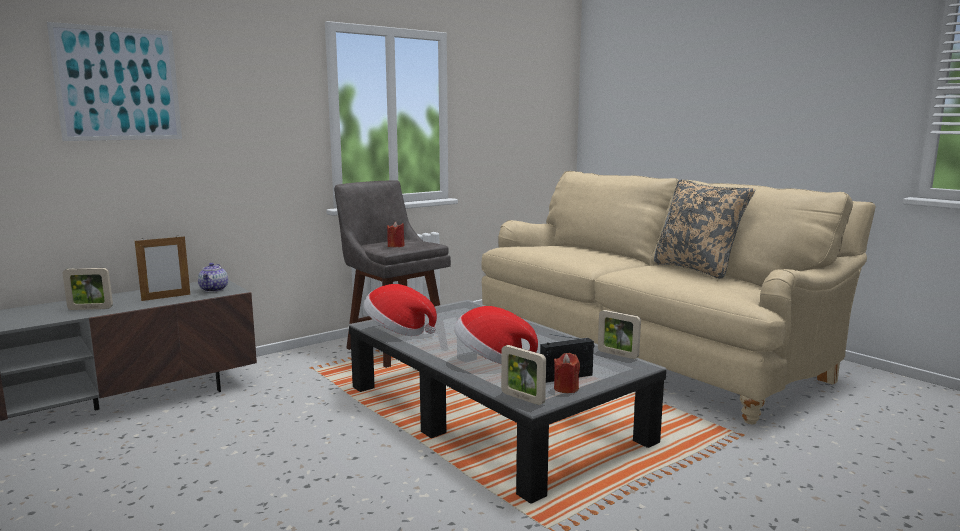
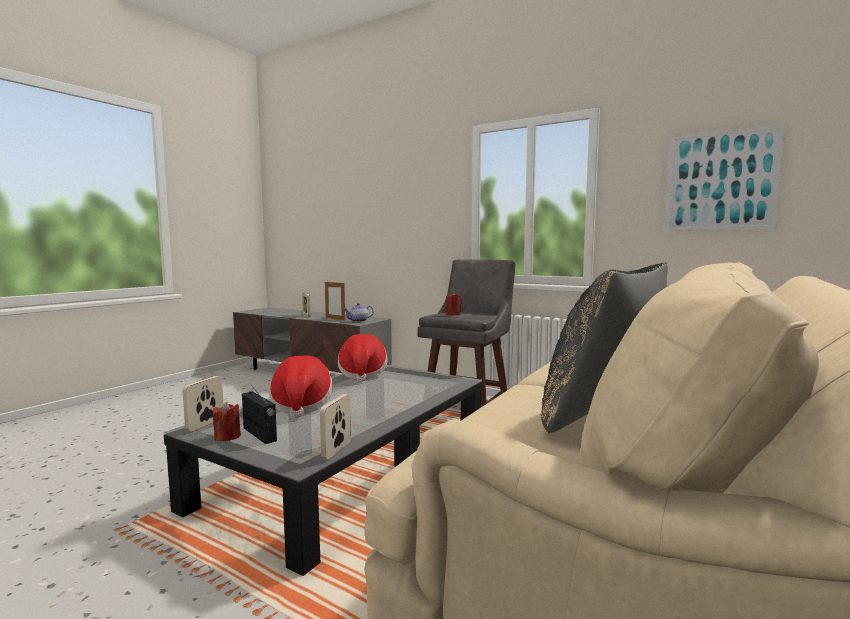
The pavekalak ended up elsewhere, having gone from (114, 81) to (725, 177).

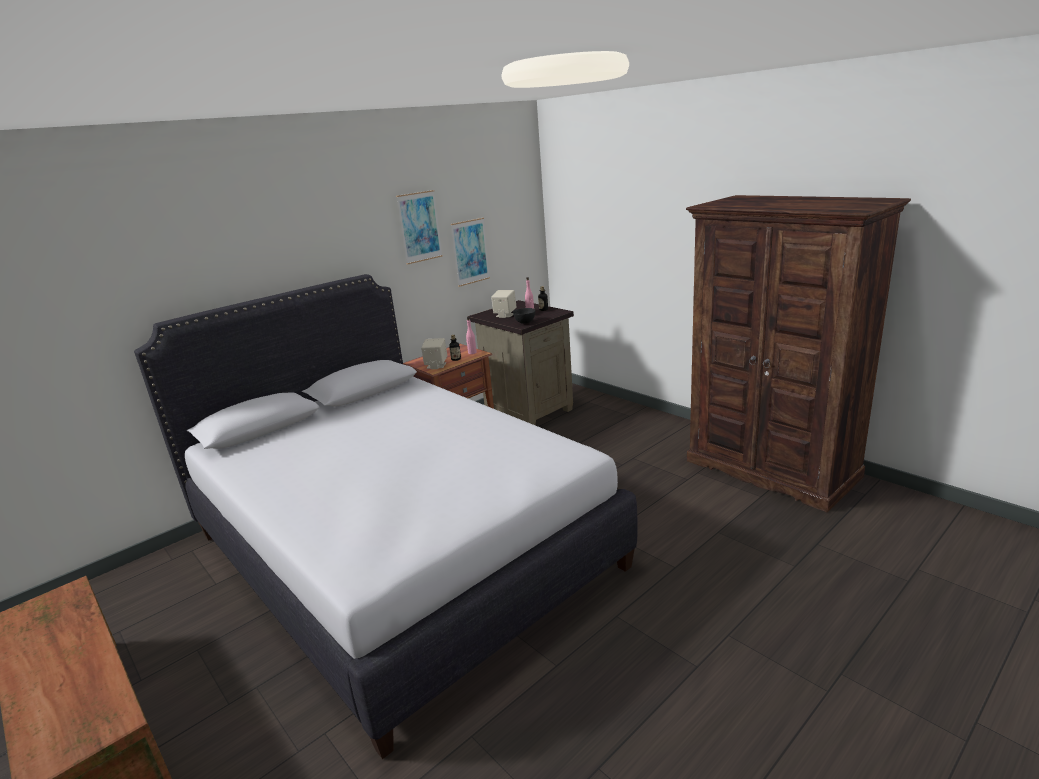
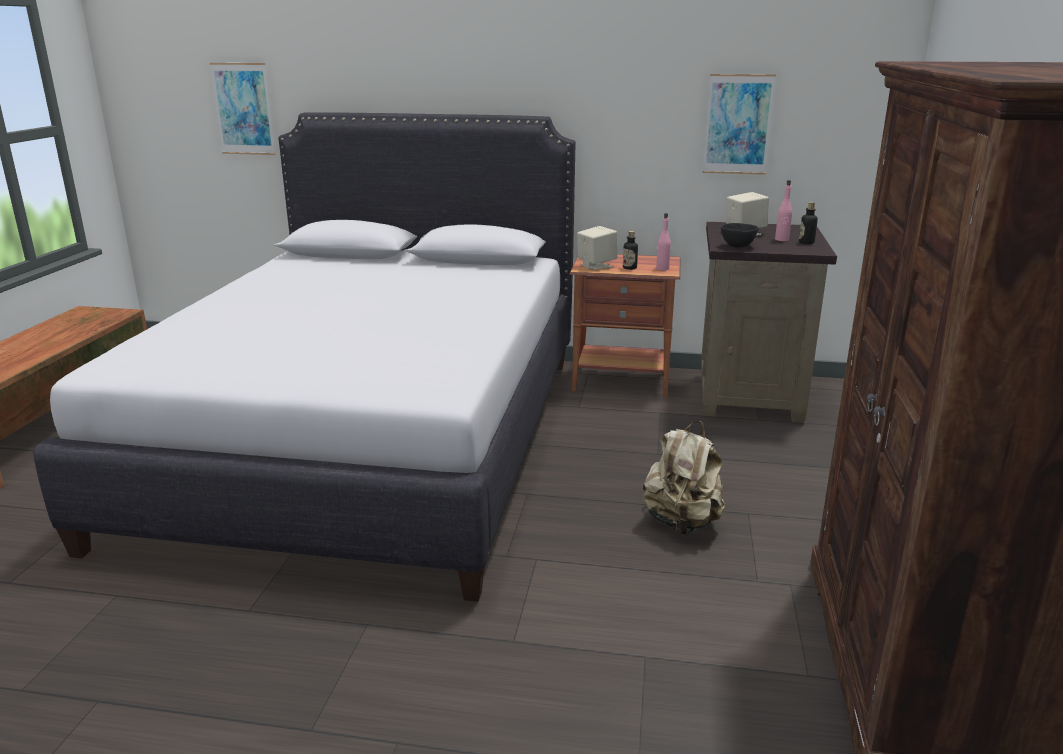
The pavekalak ended up elsewhere, having gone from (419, 227) to (243, 109).
The second view gained the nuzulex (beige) at (684, 478).

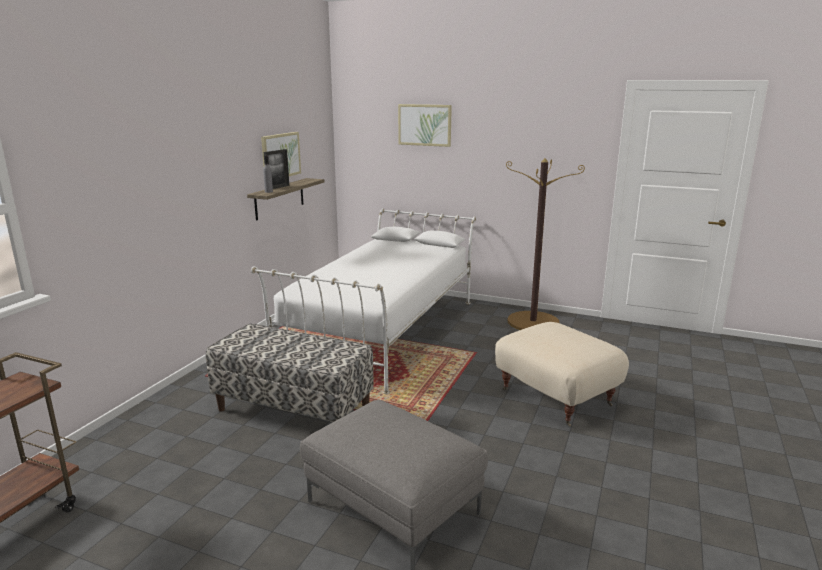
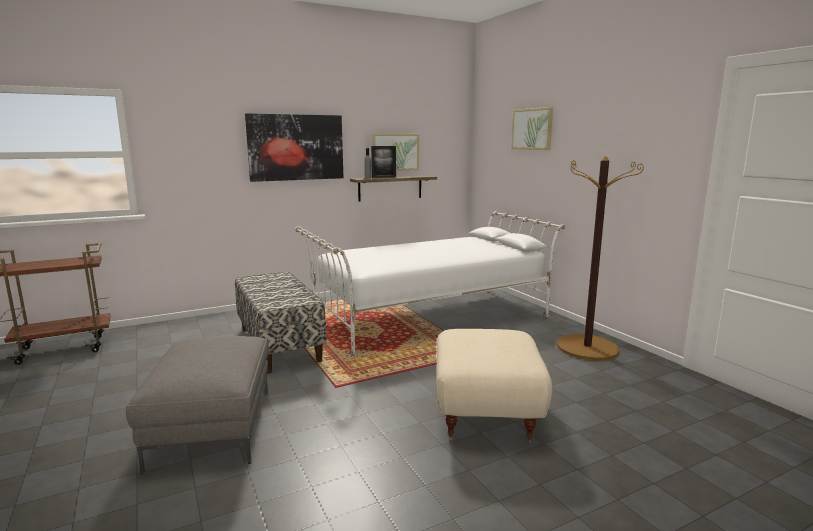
The second view gained the pavekalak at (294, 147).

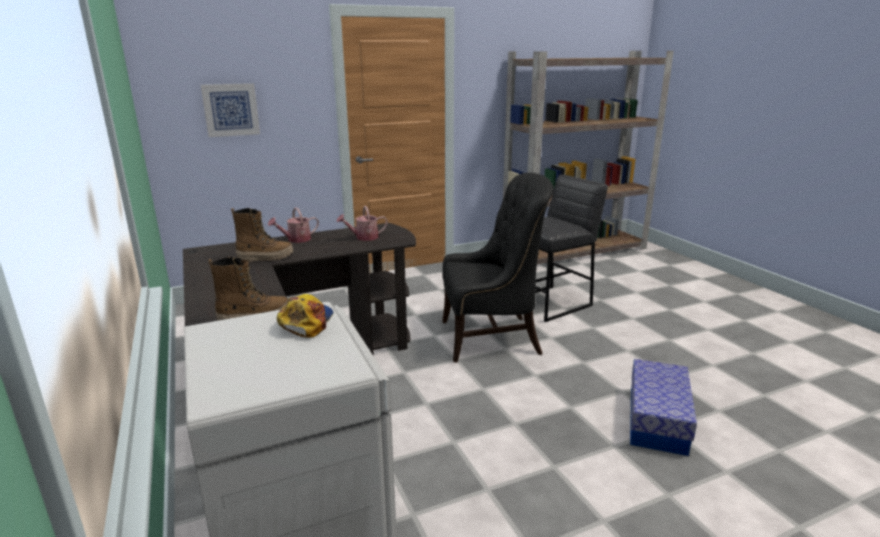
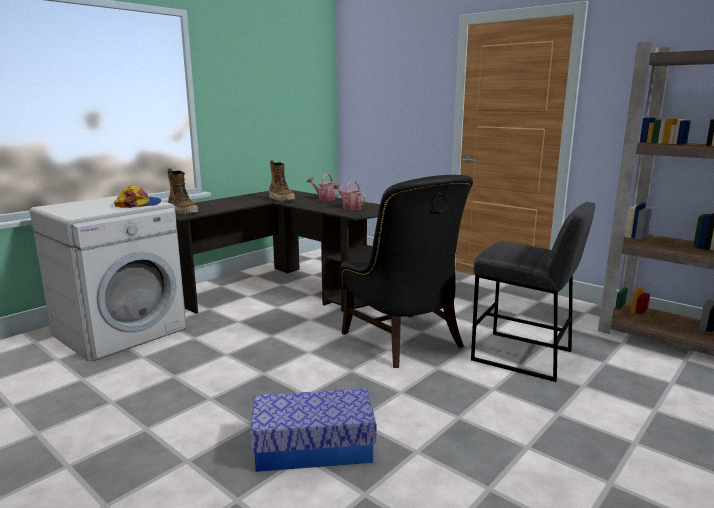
The second view lost the pavekalak at (230, 110).

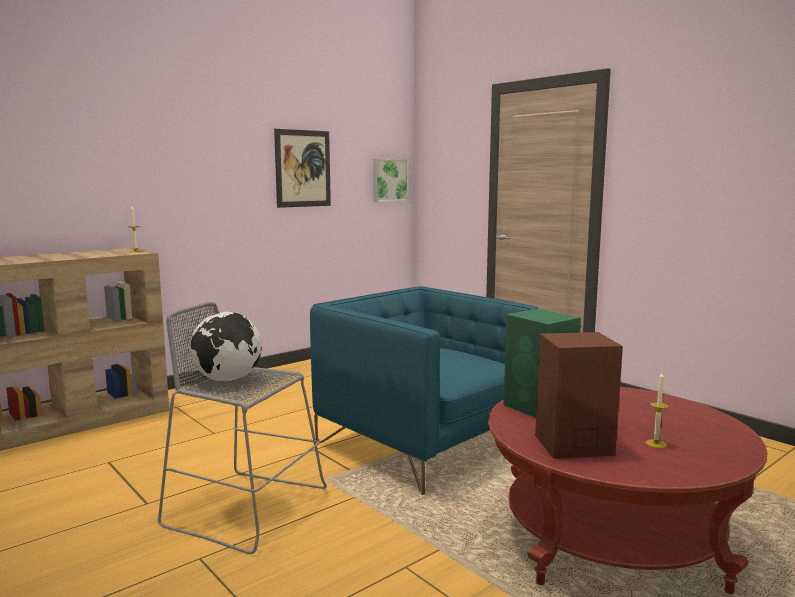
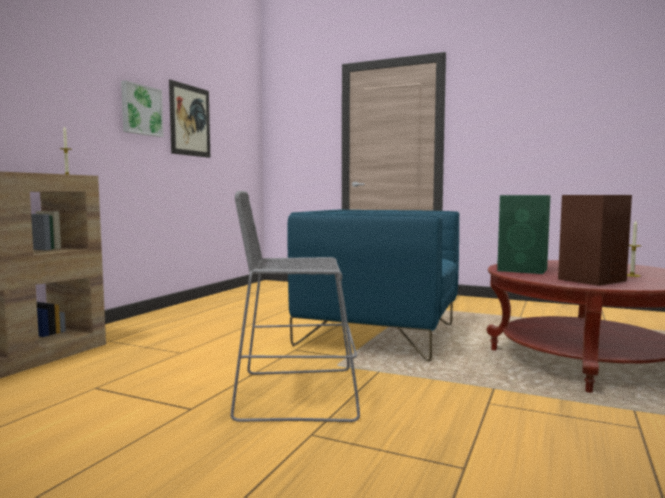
The pavekalak ended up elsewhere, having gone from (390, 180) to (142, 108).
The second view lost the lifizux at (226, 347).

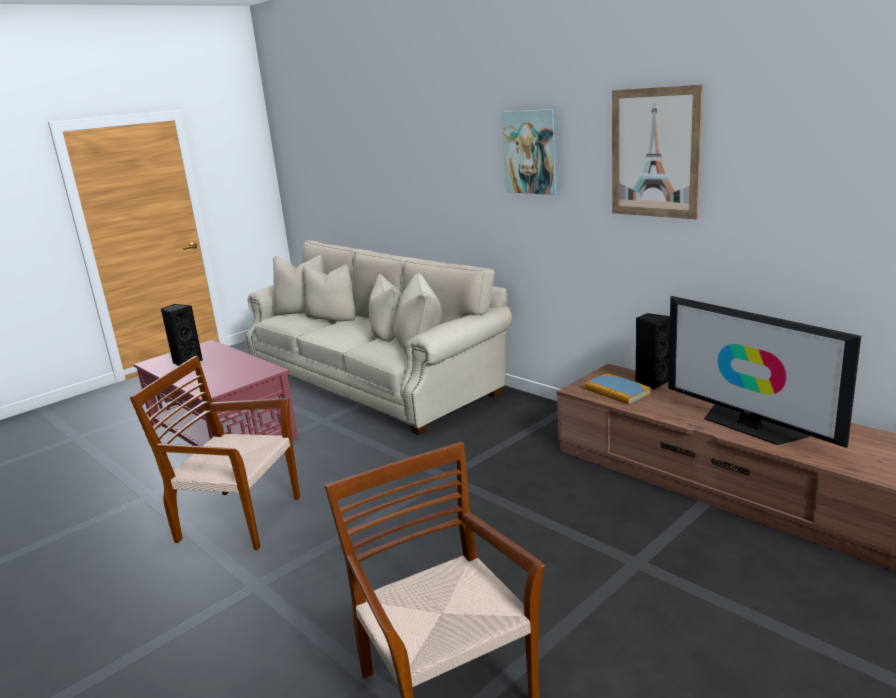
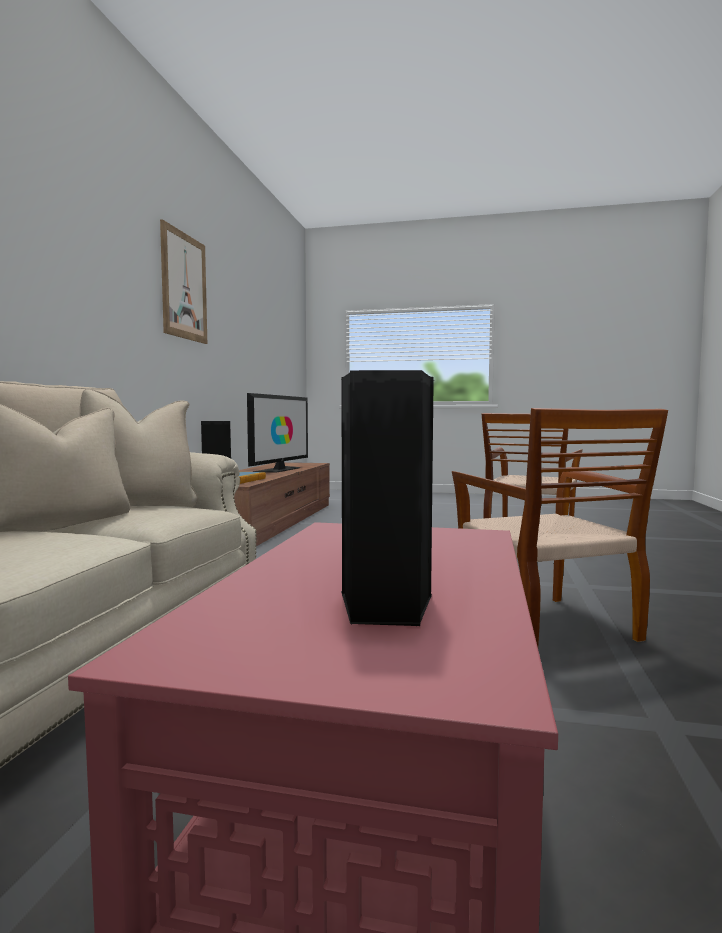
The second view lost the pavekalak at (530, 152).

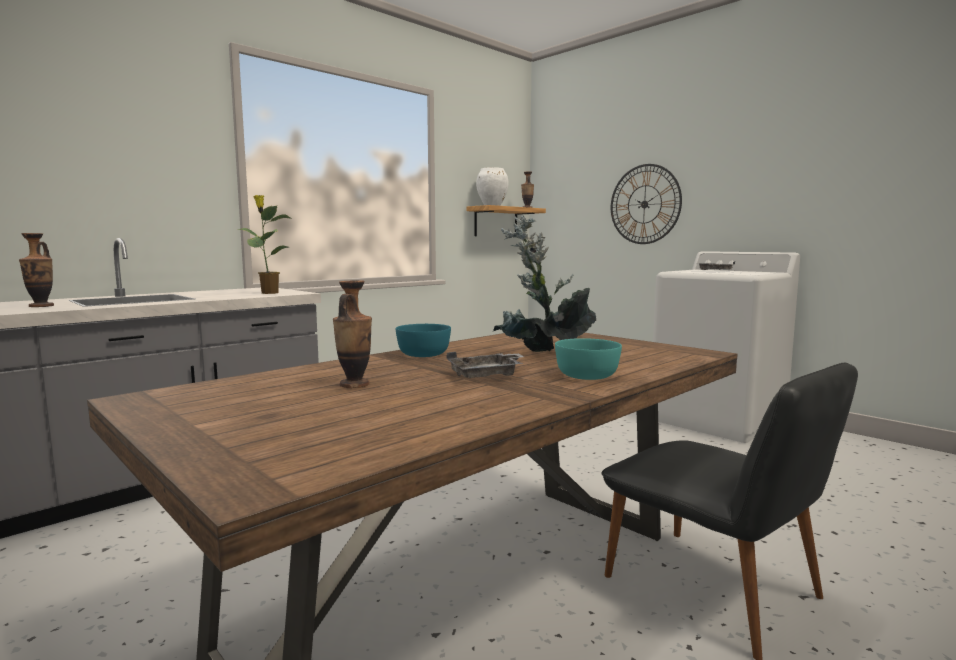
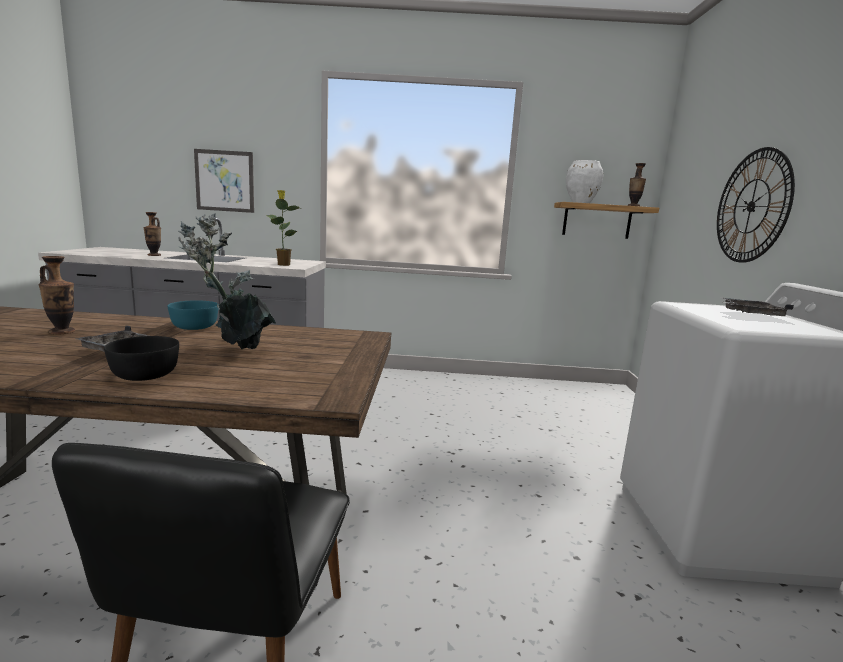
What was the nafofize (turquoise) at (588, 359) turned into the nafofize (black) at (141, 358).
The second view gained the pavekalak at (224, 181).

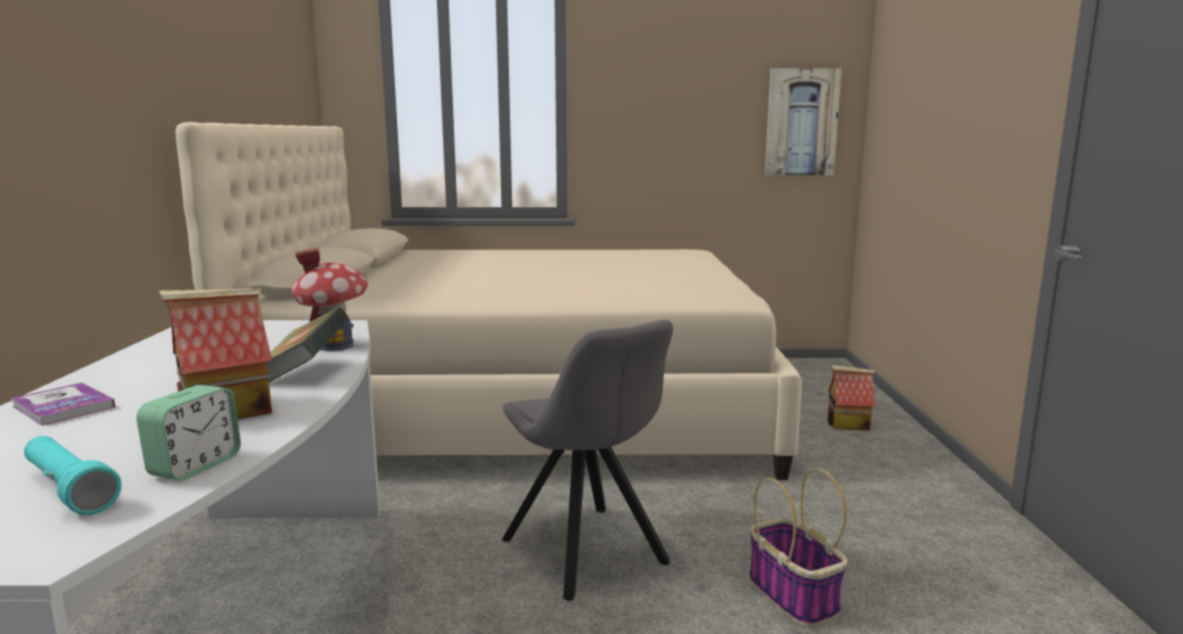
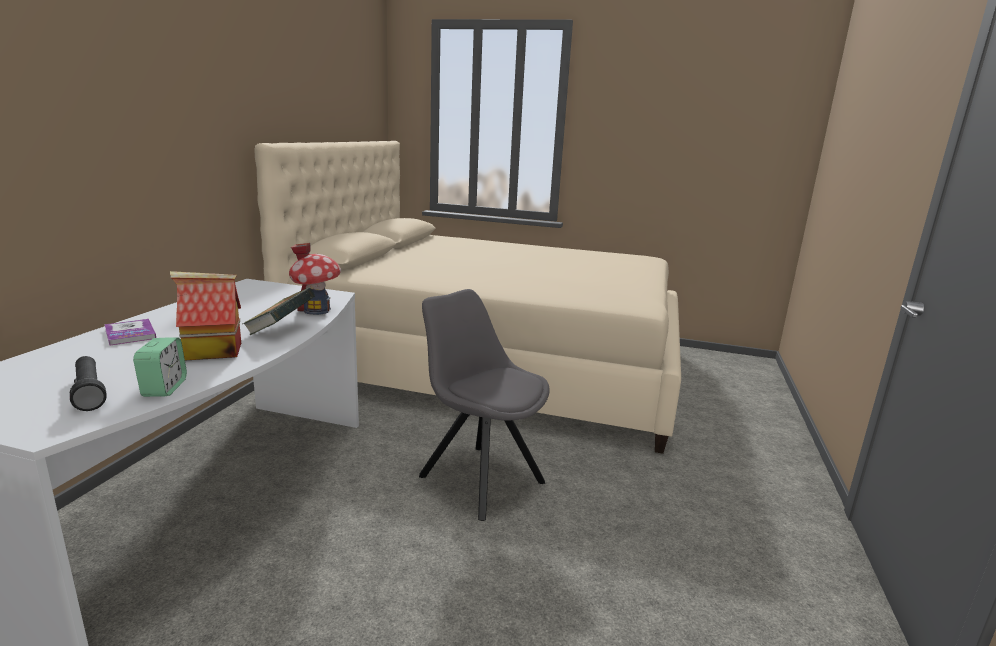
The second view lost the pavekalak at (803, 121).
The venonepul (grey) at (587, 460) ended up facing another way, 150 degrees clockwise from before.
The second view lost the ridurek at (851, 398).
The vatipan at (188, 433) ended up facing another way, 45 degrees counterclockwise from before.
What was the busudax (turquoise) at (73, 475) turned into the busudax (black) at (88, 383).
The second view lost the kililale at (798, 547).

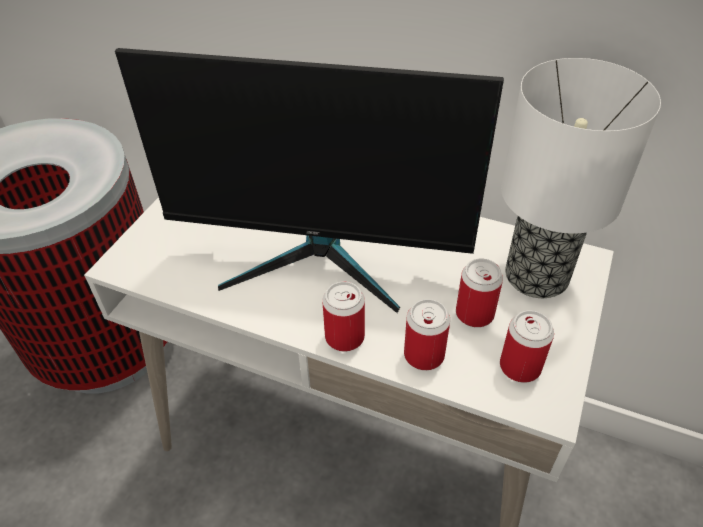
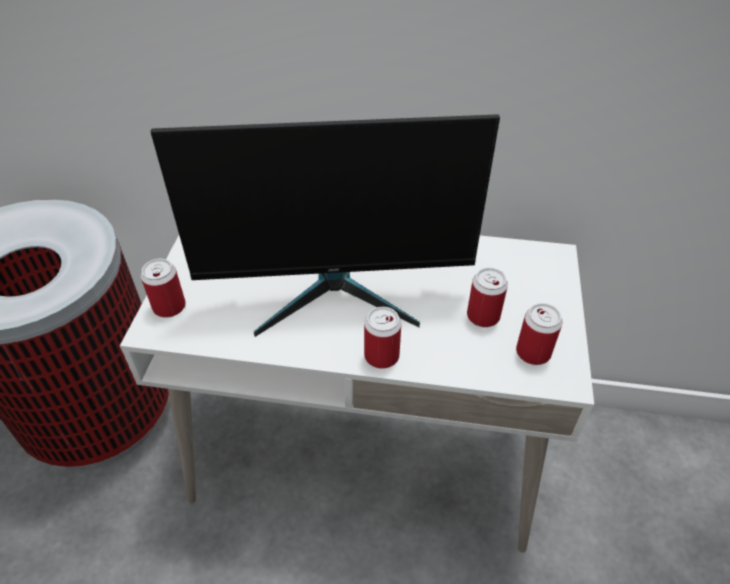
The second view lost the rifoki at (581, 178).
The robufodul ended up elsewhere, having gone from (427, 334) to (163, 288).

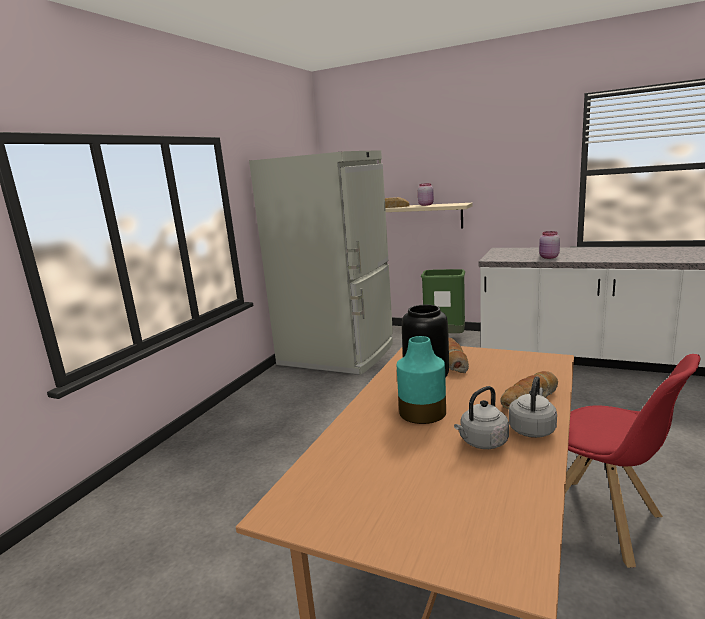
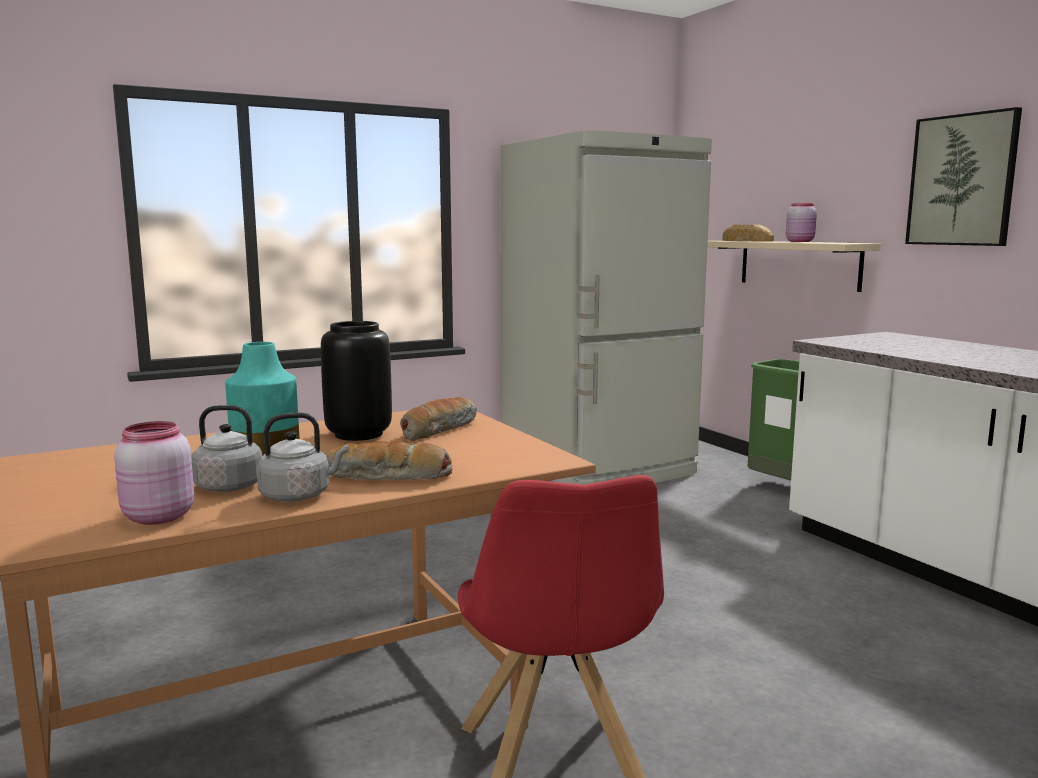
The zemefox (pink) ended up elsewhere, having gone from (549, 245) to (154, 473).
The second view gained the pavekalak at (963, 176).

